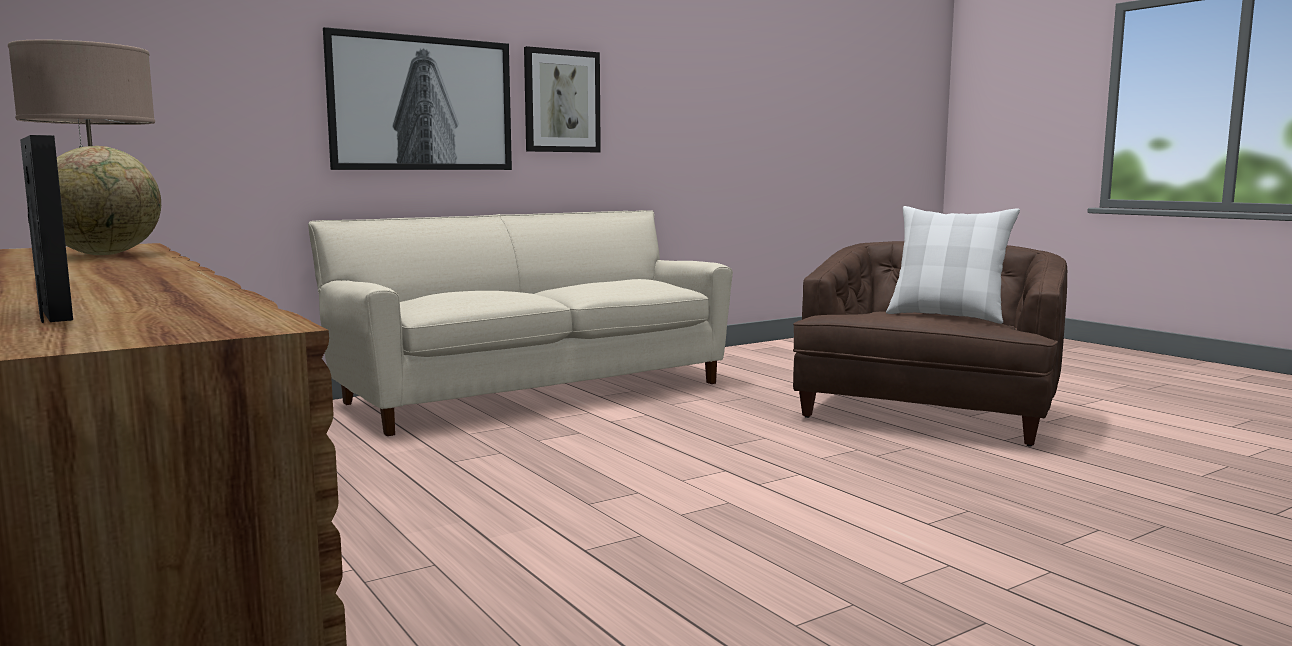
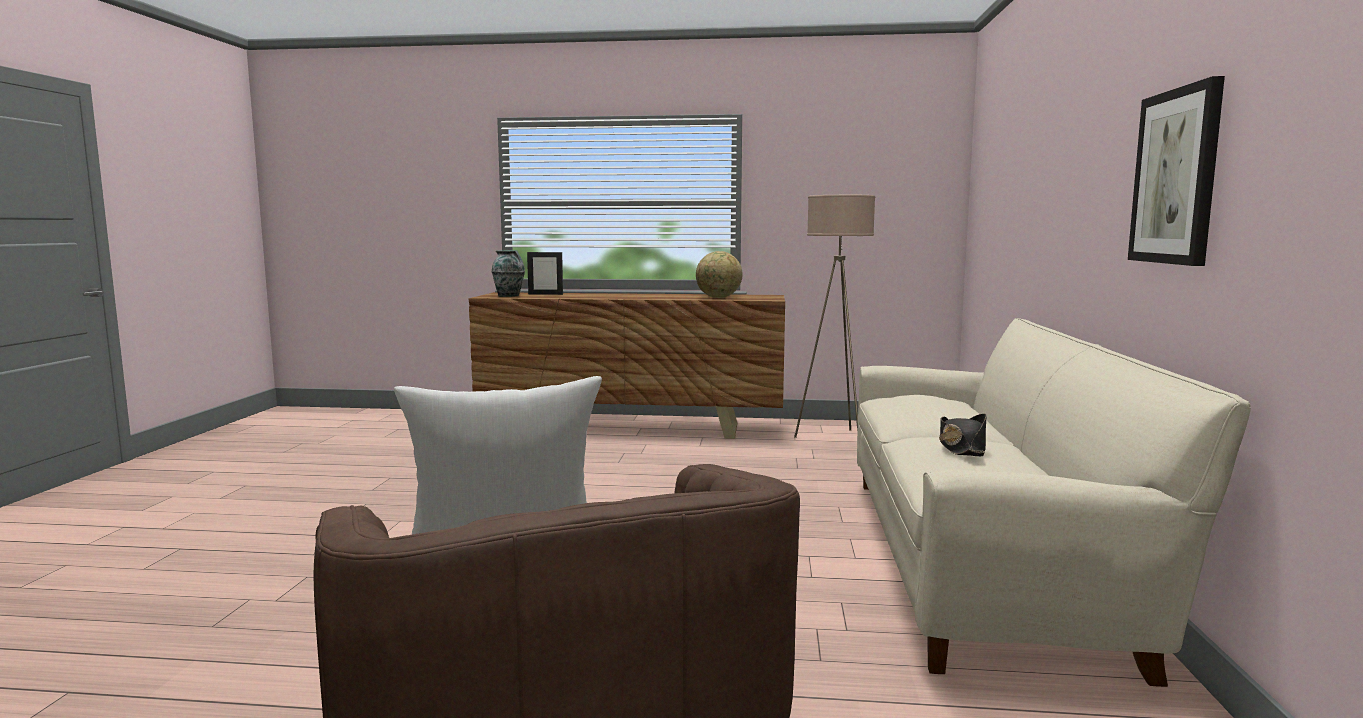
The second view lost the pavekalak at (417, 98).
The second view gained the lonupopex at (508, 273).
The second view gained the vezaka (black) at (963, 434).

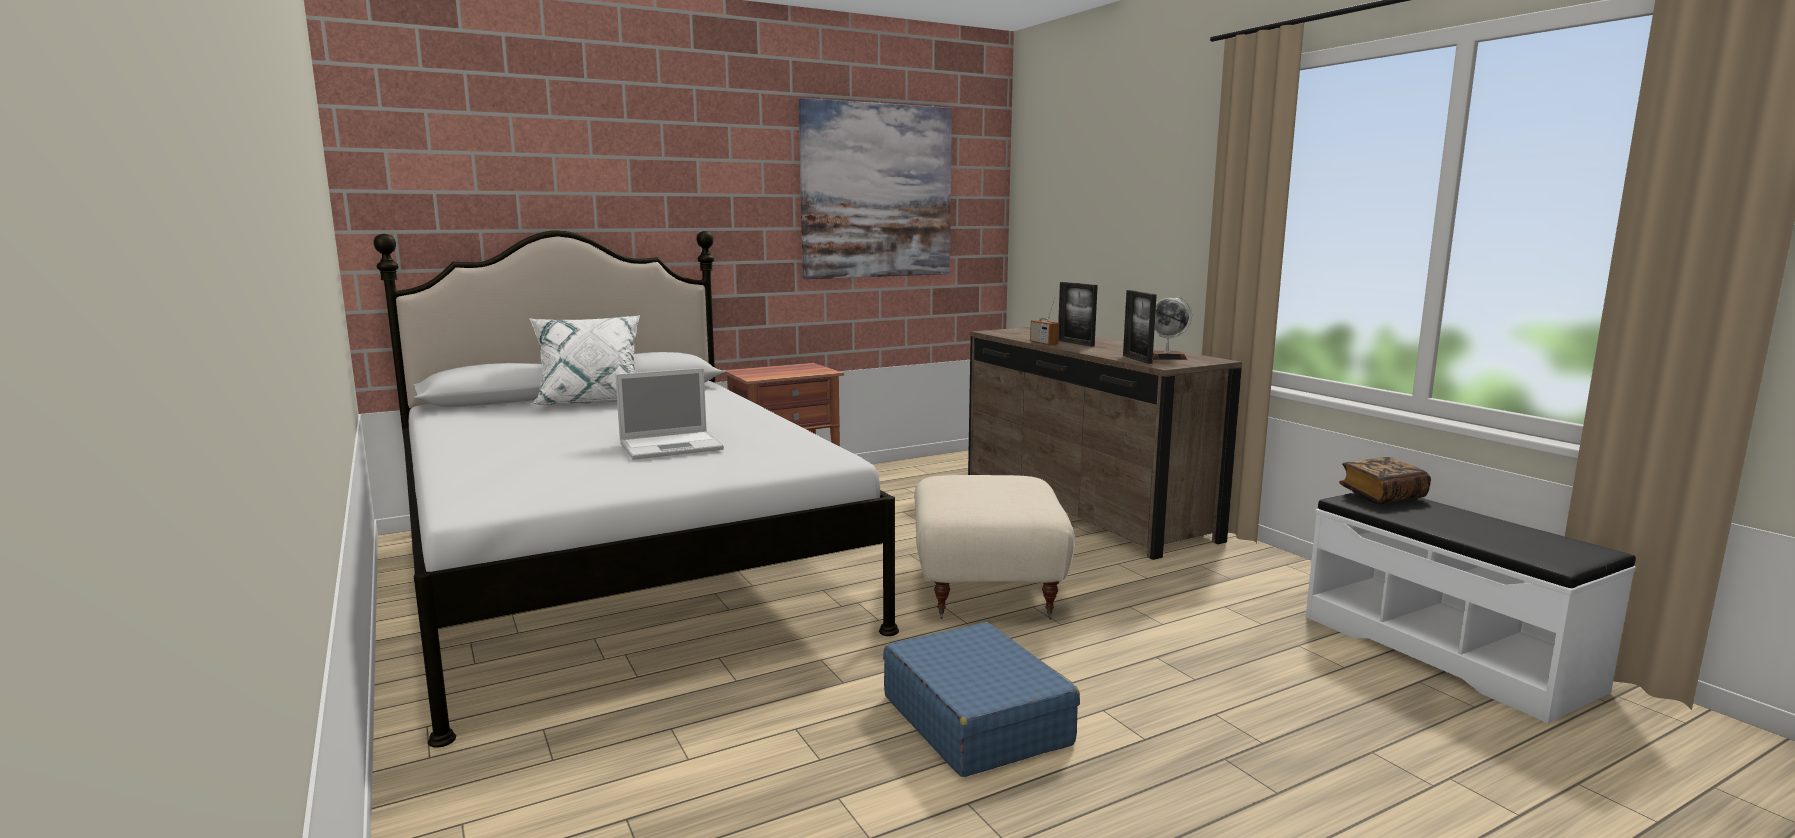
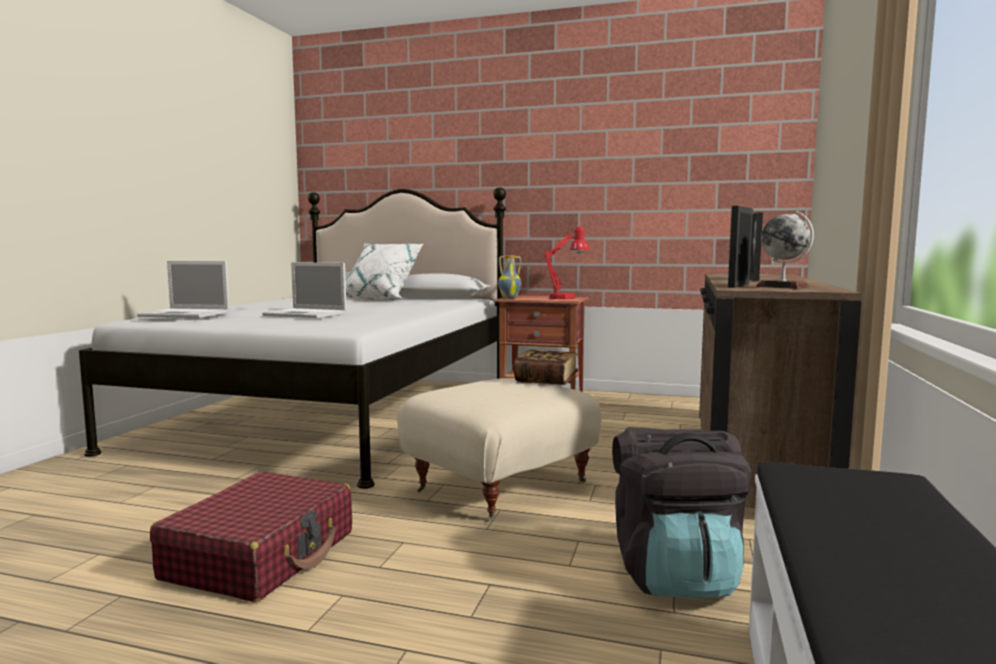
The second view lost the pavekalak at (875, 188).
The second view lost the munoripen at (1044, 321).
The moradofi ended up elsewhere, having gone from (1385, 481) to (545, 367).
What was the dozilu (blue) at (981, 699) turned into the dozilu (red) at (251, 537).
The second view gained the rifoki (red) at (566, 262).
The second view gained the lonupopex at (510, 277).
The second view gained the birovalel at (183, 289).
The second view gained the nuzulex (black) at (682, 512).

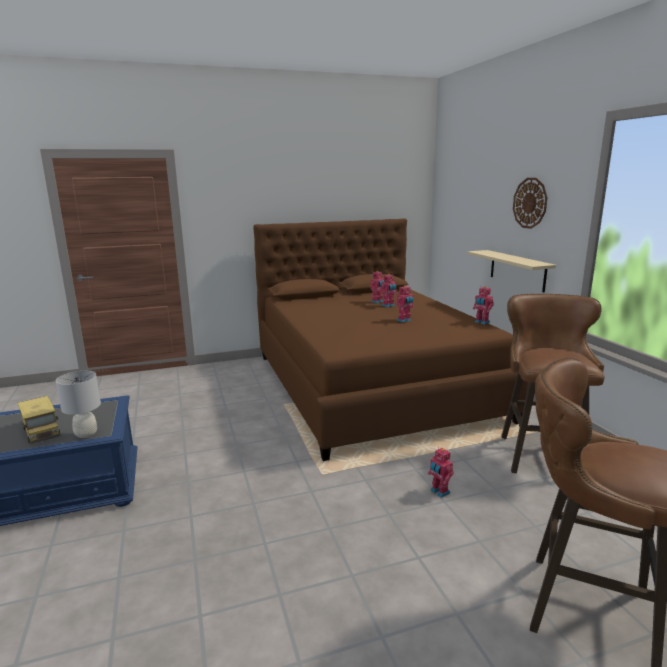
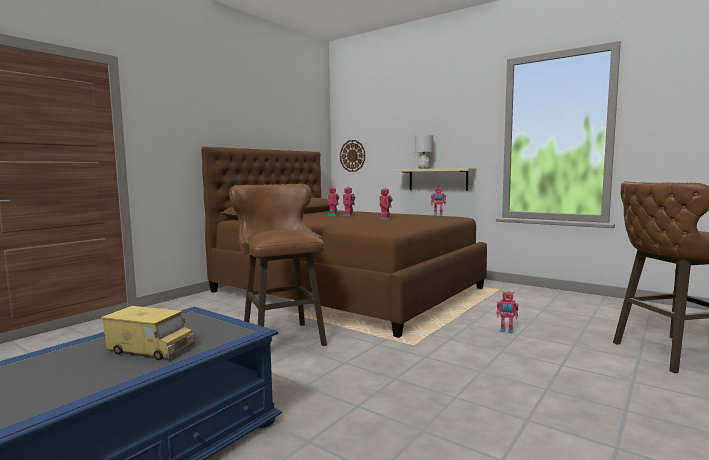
The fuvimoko ended up elsewhere, having gone from (530, 203) to (352, 156).
The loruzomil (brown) ended up elsewhere, having gone from (552, 383) to (278, 265).
The rifoki (grey) ended up elsewhere, having gone from (78, 404) to (424, 152).

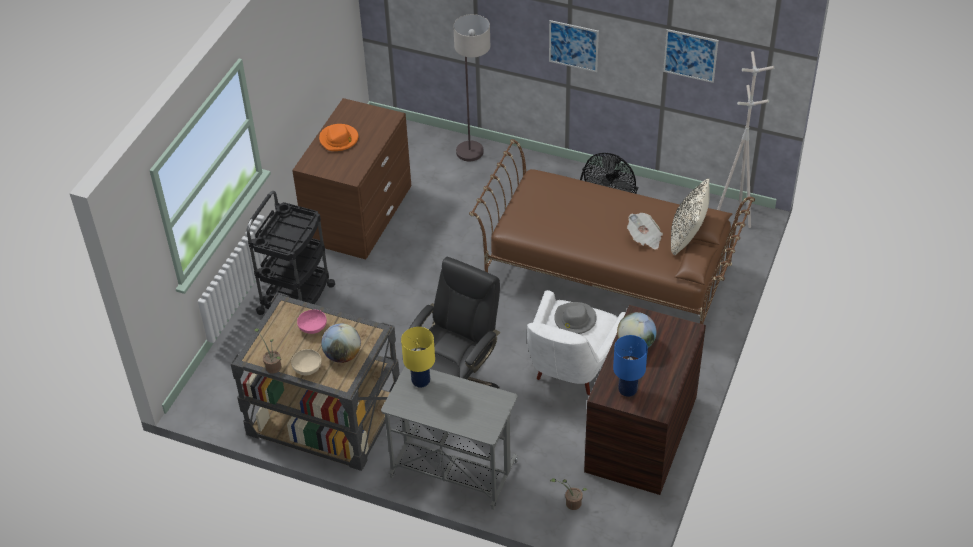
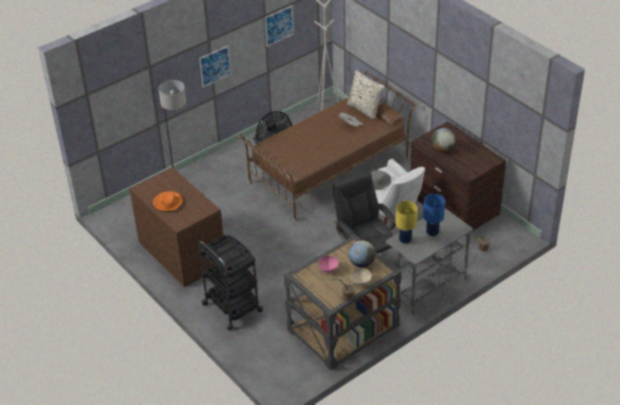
The rifoki (blue) ended up elsewhere, having gone from (630, 366) to (434, 215).

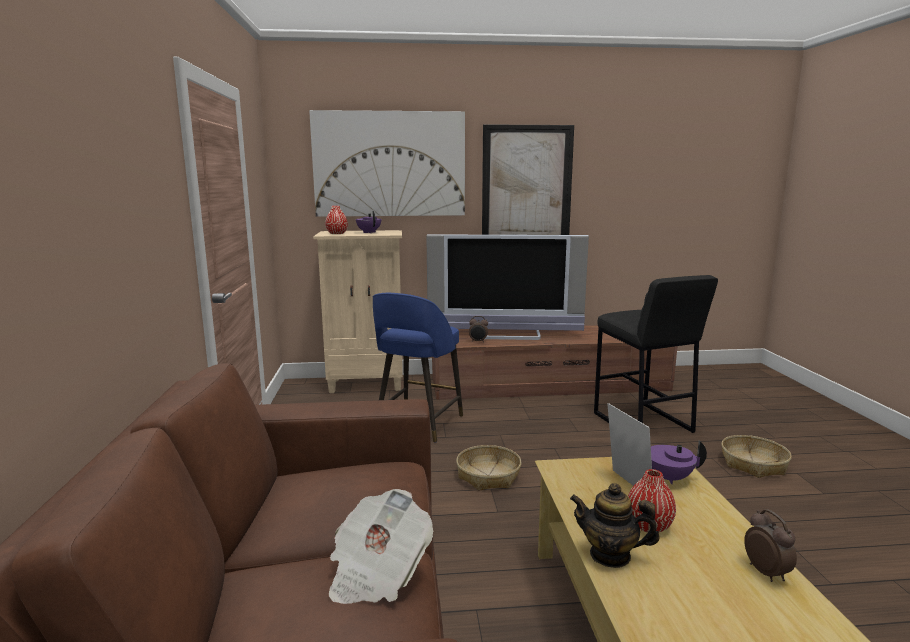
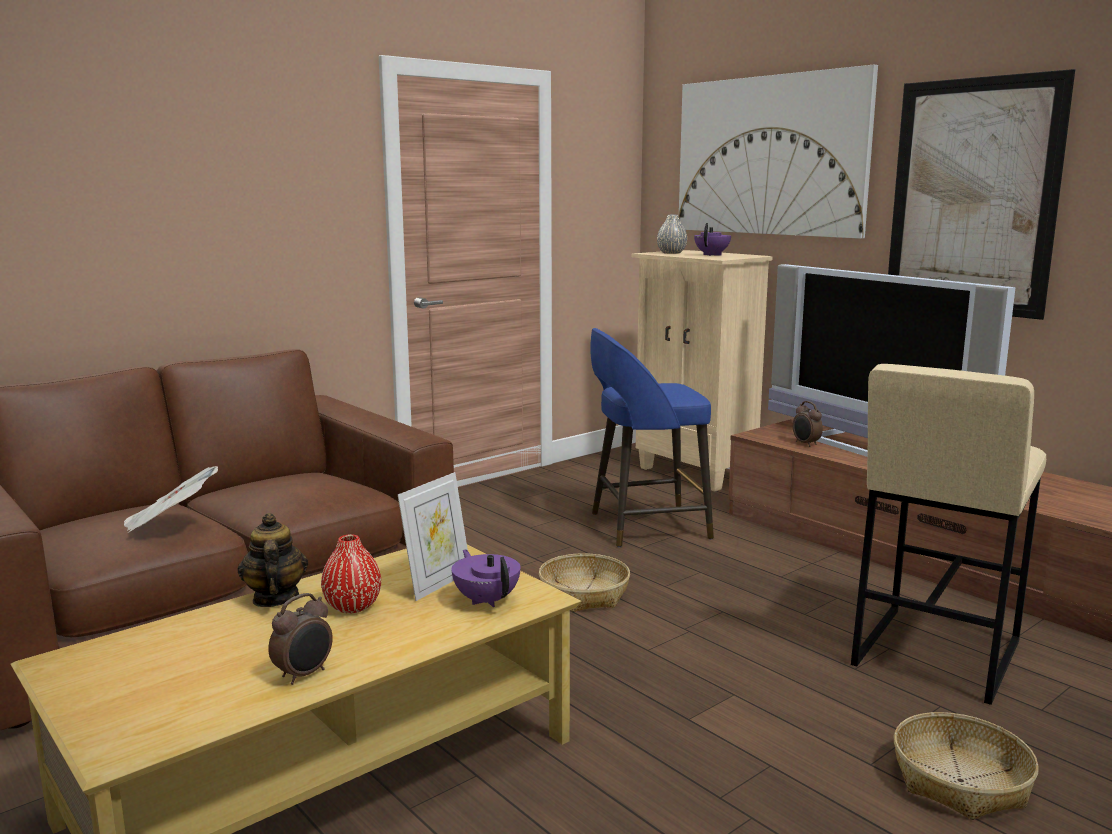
What was the lonupopex (red) at (336, 220) turned into the lonupopex (grey) at (672, 234).
What was the loruzomil (black) at (656, 354) turned into the loruzomil (beige) at (948, 534).

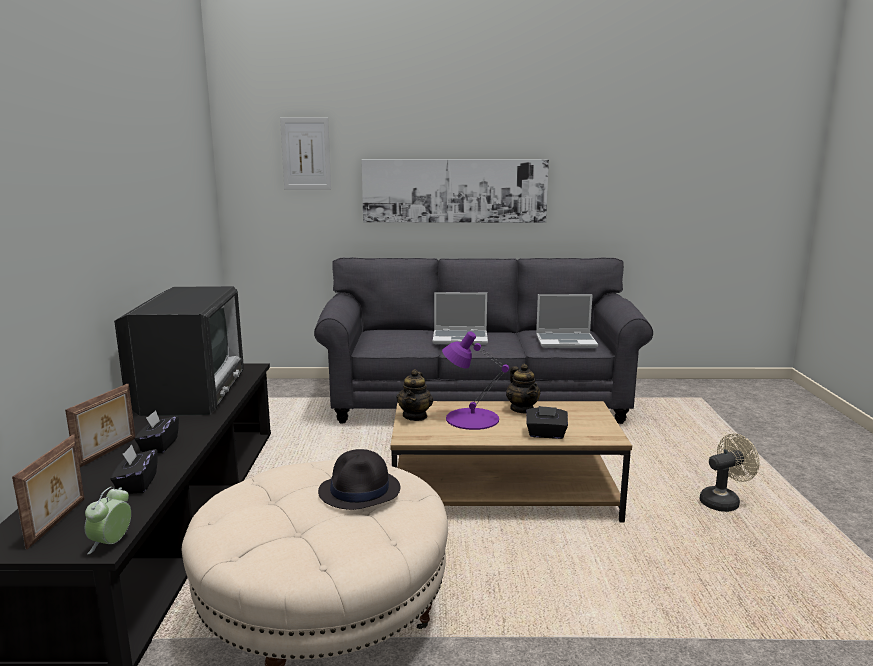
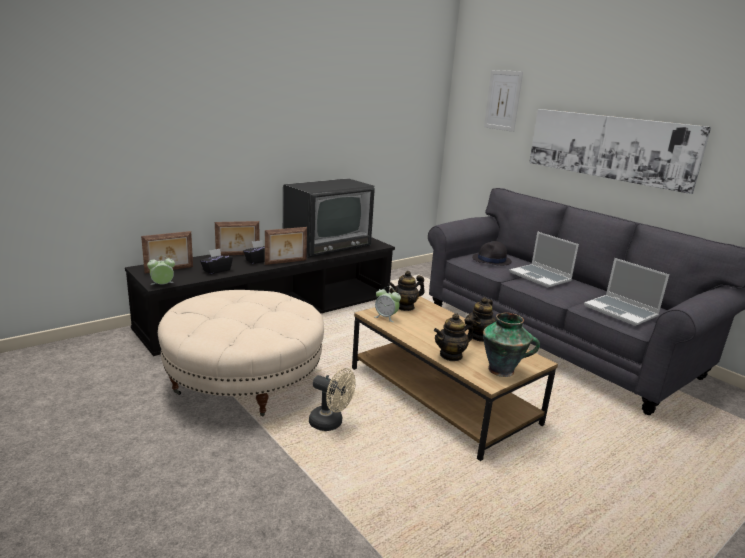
The second view lost the rifoki (purple) at (475, 380).
Where the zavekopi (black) stood at (547, 422), the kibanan came to stand at (454, 337).
The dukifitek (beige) ended up elsewhere, having gone from (729, 473) to (332, 399).
The vezaka (black) ended up elsewhere, having gone from (359, 479) to (492, 253).
The second view gained the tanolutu at (286, 246).
The second view gained the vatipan at (387, 304).
The second view gained the lonupopex at (511, 345).

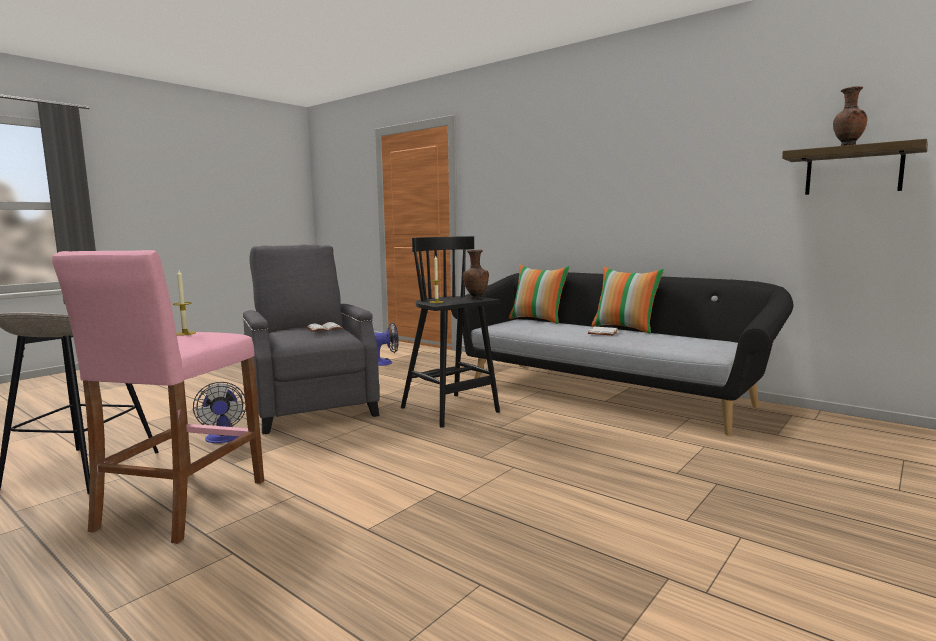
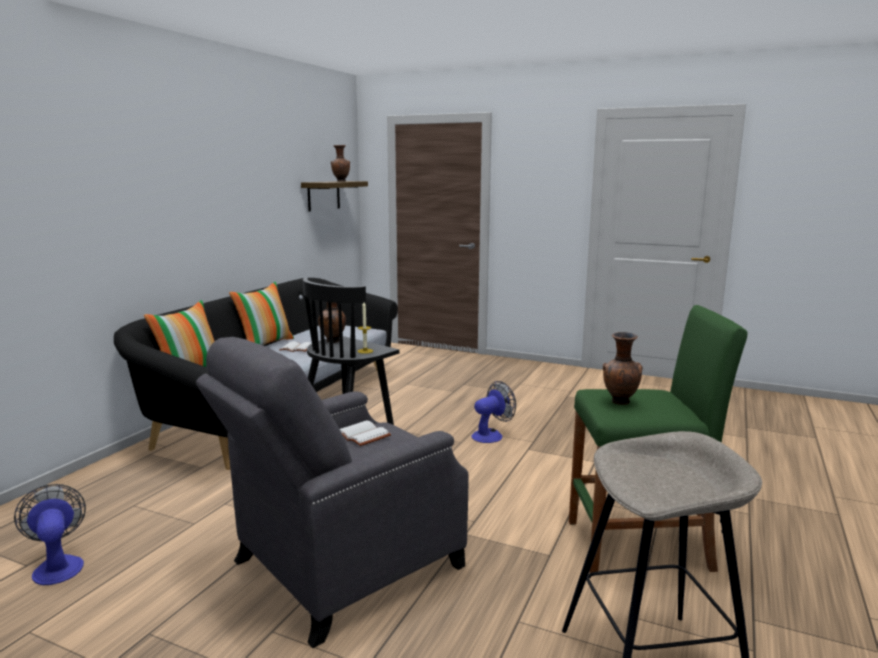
What was the loruzomil (pink) at (158, 397) turned into the loruzomil (green) at (658, 439).
Where the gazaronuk stood at (184, 303), the lonupopex (brown) came to stand at (623, 368).
The dukifitek ended up elsewhere, having gone from (219, 412) to (493, 412).

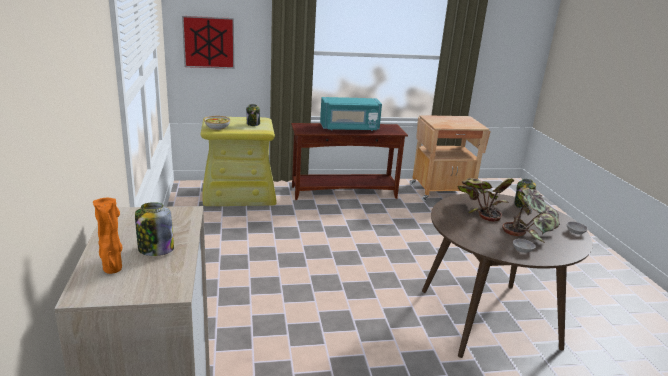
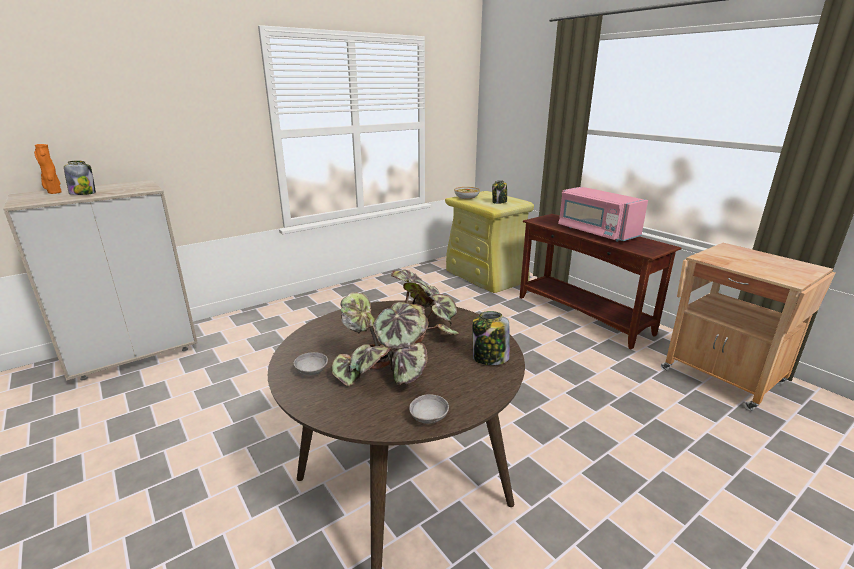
The second view lost the pavekalak at (208, 42).
What was the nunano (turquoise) at (351, 114) turned into the nunano (pink) at (603, 214).

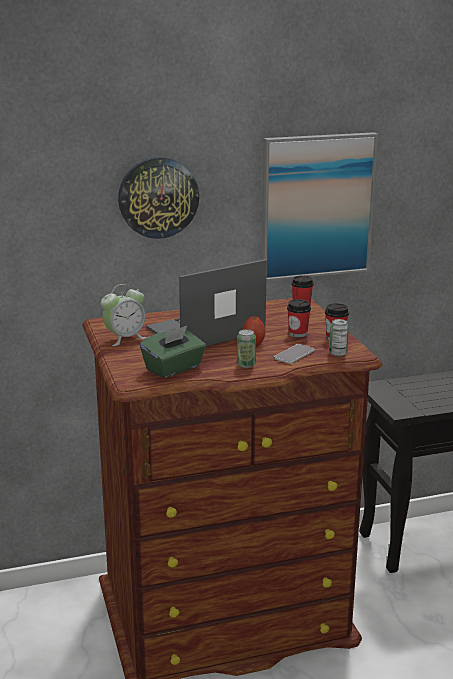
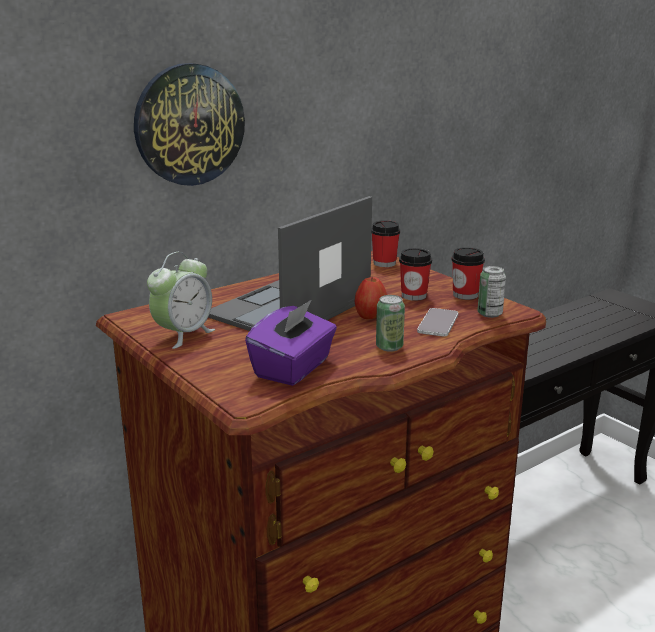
The second view lost the pavekalak at (320, 206).
What was the zavekopi (green) at (173, 352) turned into the zavekopi (purple) at (291, 343).

